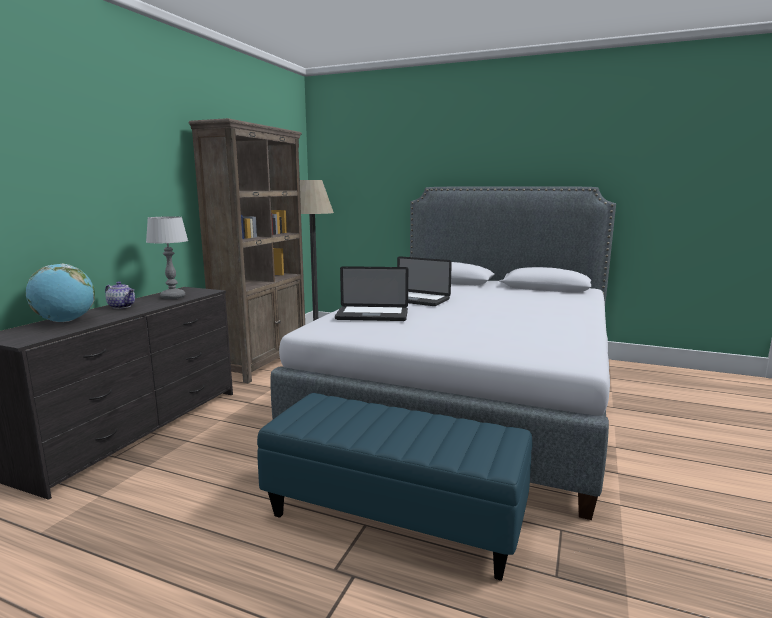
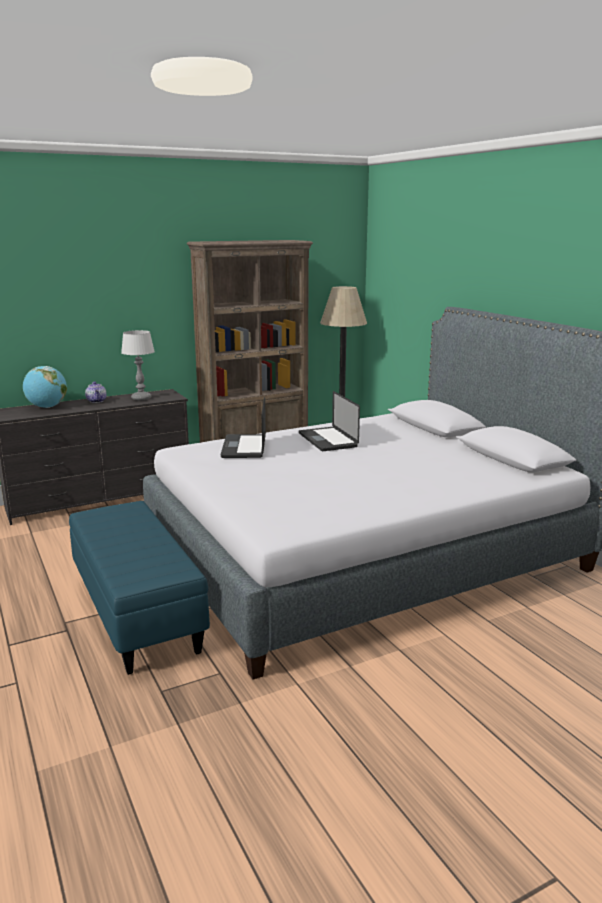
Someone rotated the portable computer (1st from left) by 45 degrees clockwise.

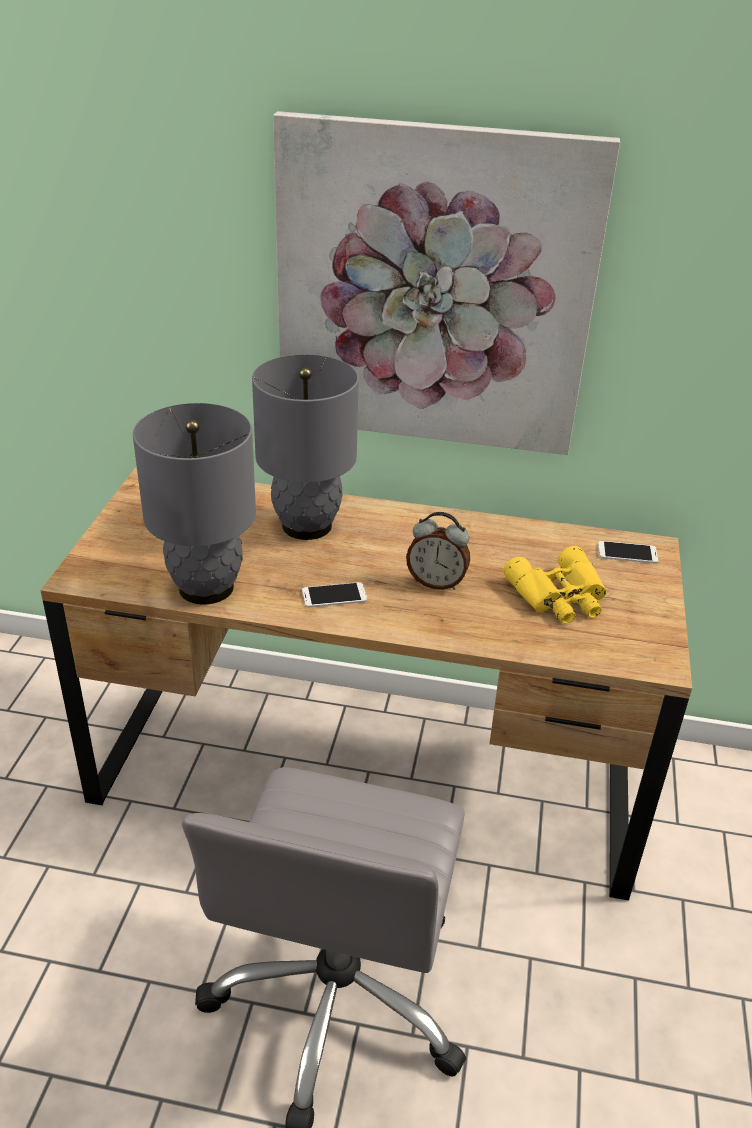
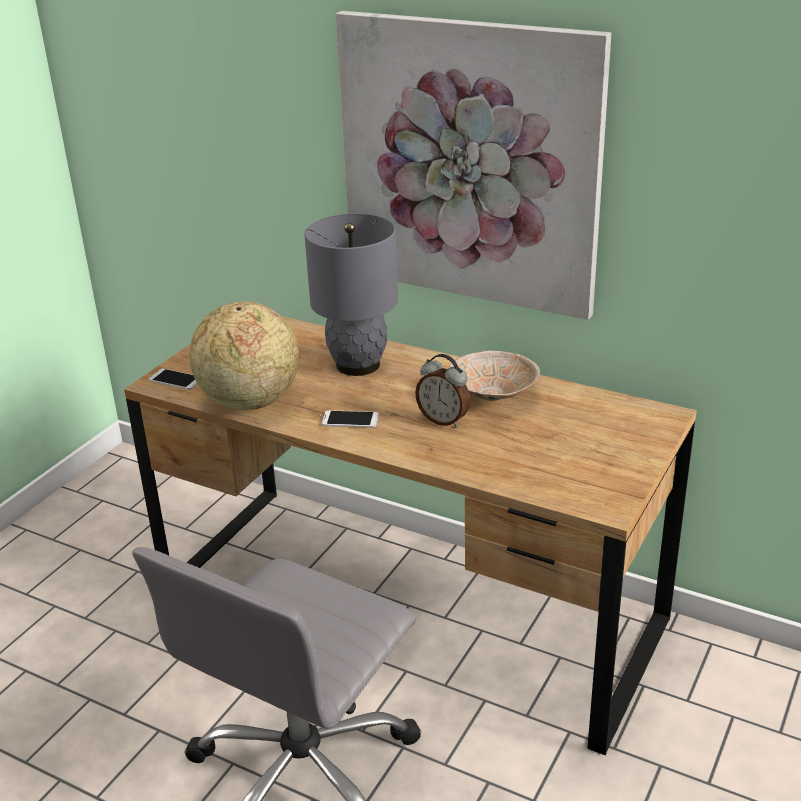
Someone carried the telephone (2nd from left in the first image).
Someone swapped the grey lamp for a table (1st from left) for the desk globe.
Someone put down the sand-coloured serving bowl.
Someone took away the yellow-coloured pair of binoculars.

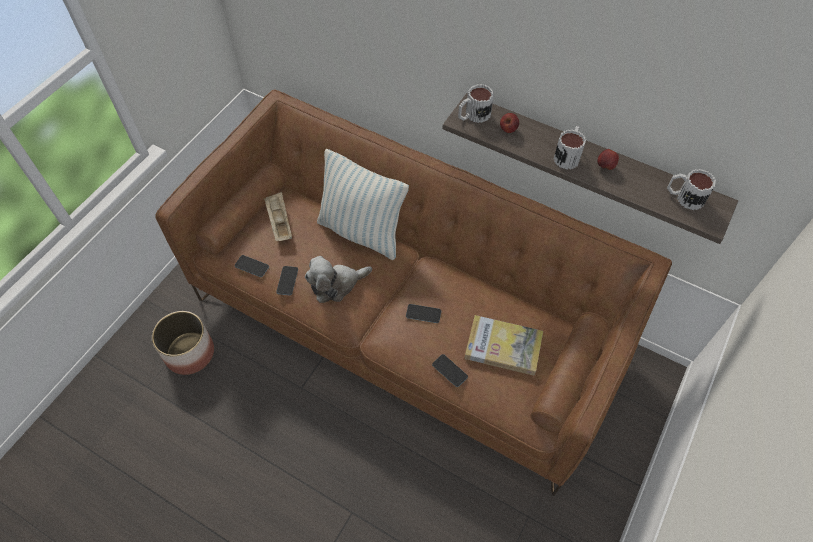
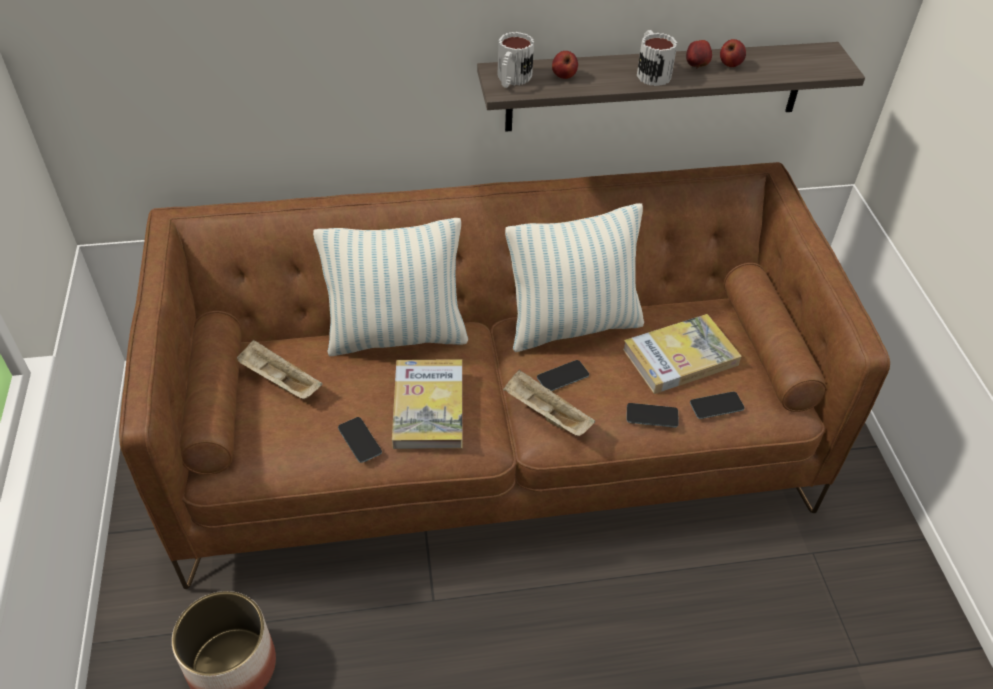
Someone swapped the cuddly toy for the volume (1st from left).
Someone put down the sand-coloured tray (2nd from left).
Someone put down the pillow (2nd from left).
Someone carried the telephone (1st from left in the first image).
Someone put down the whole apple (3rd from left).
Someone took away the tea mug (3rd from left).

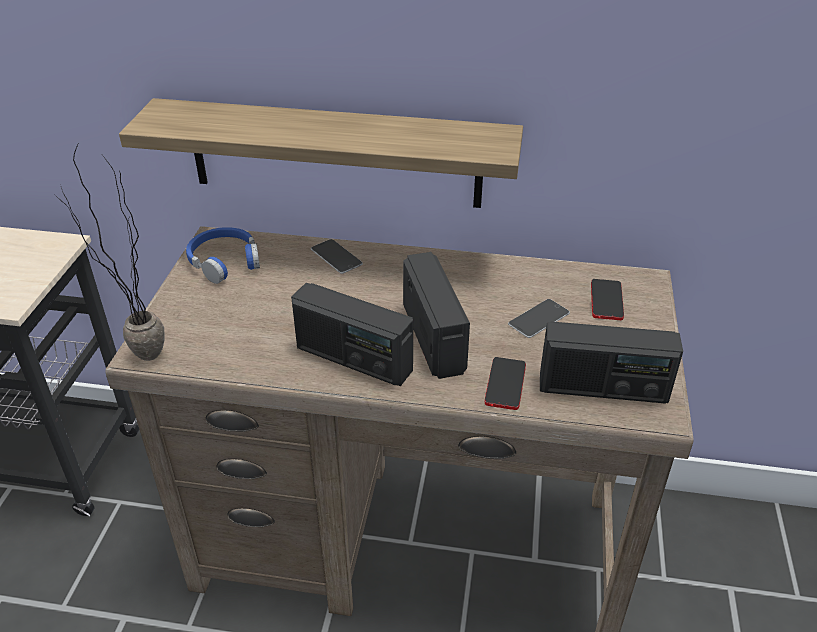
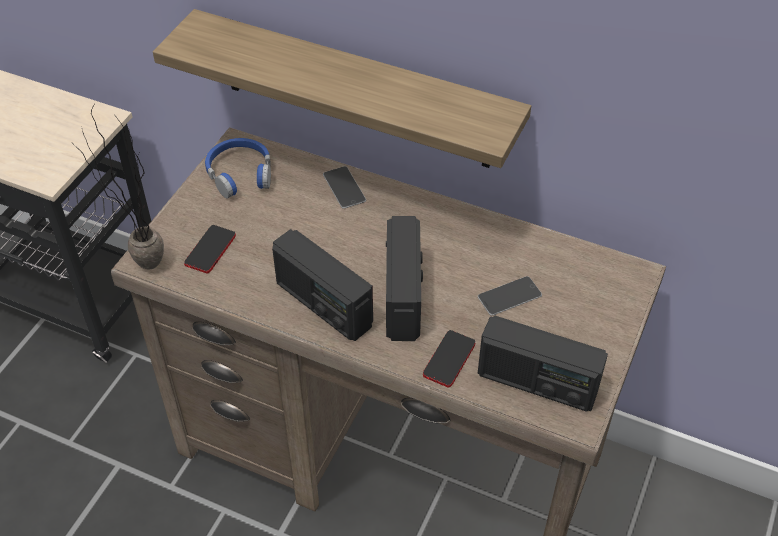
Someone carried the telephone (4th from left in the first image).

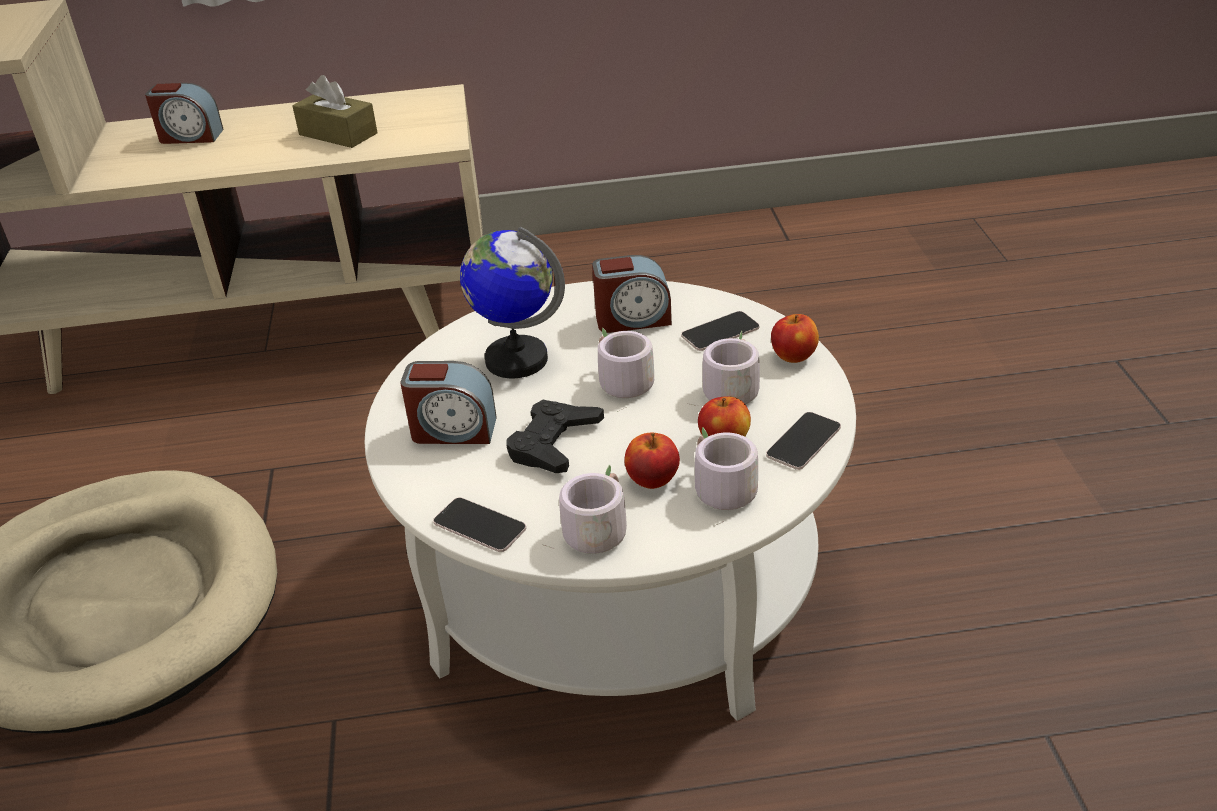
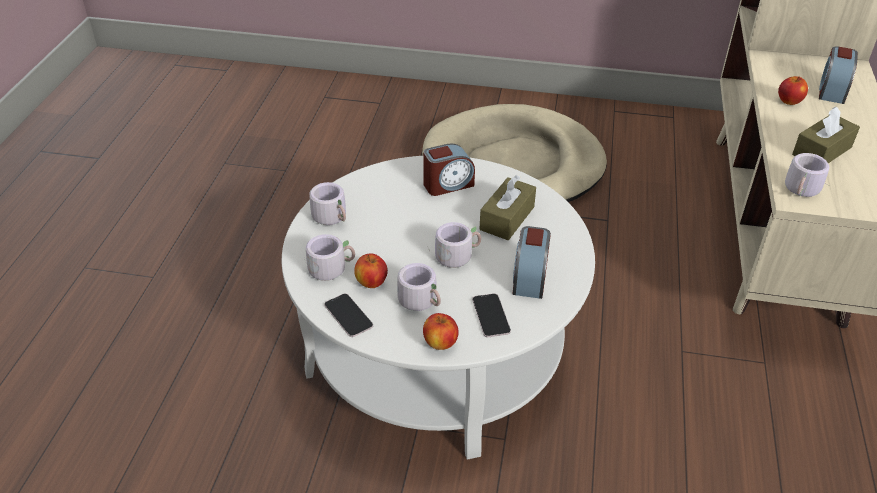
Someone rotated the table clock (2nd from left in the first image) by 135 degrees counterclockwise.
Someone swapped the desk globe for the brownish tissue box (1st from left).
Someone carried the whole apple (1st from left in the first image).
Someone put down the grey tea mug (5th from left).
Someone took away the telephone (1st from left).
Someone took away the blackish joypad.

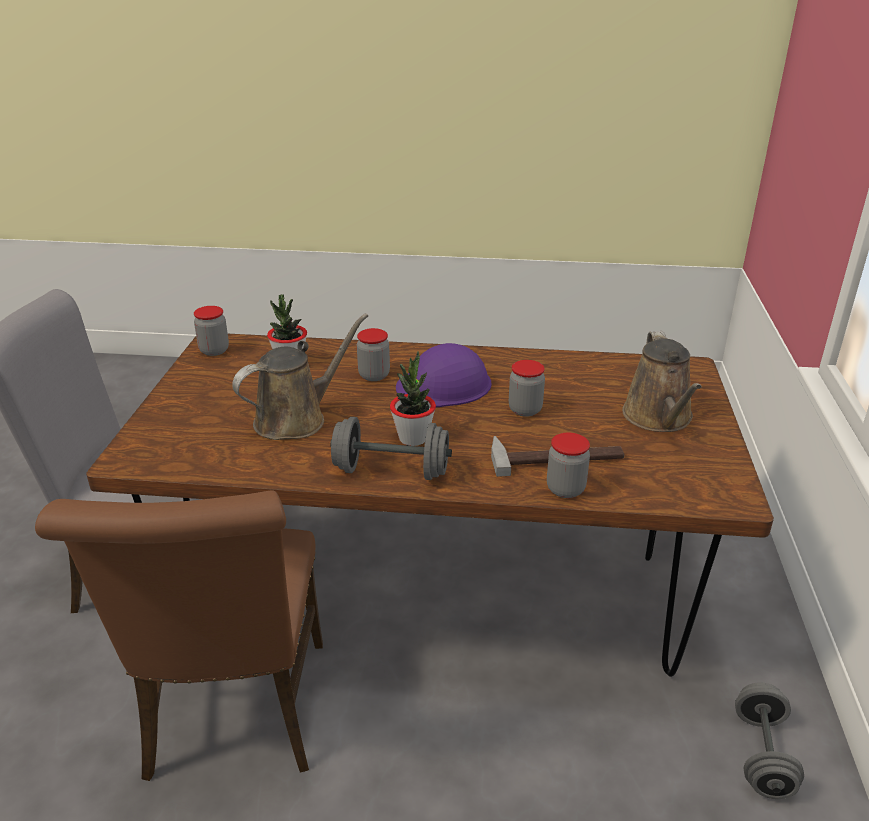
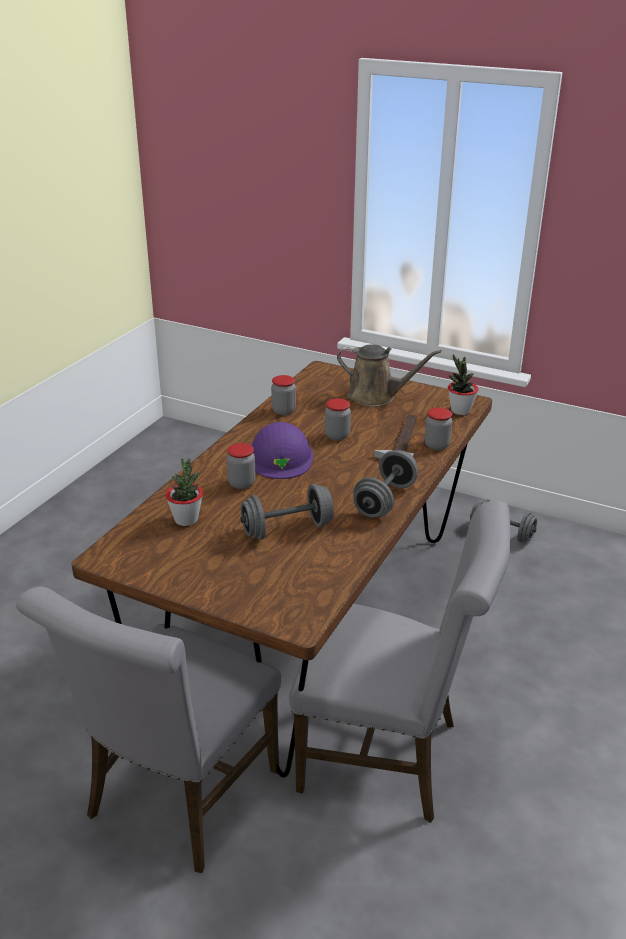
Someone swapped the brownish watering can (1st from left) for the grey hand weight (1st from left).
Someone carried the preserve jar (1st from left in the first image).
Someone repainted the brownish chair, which became the grey chair (2nd from left).
Someone carried the plant in a pot (2nd from left).

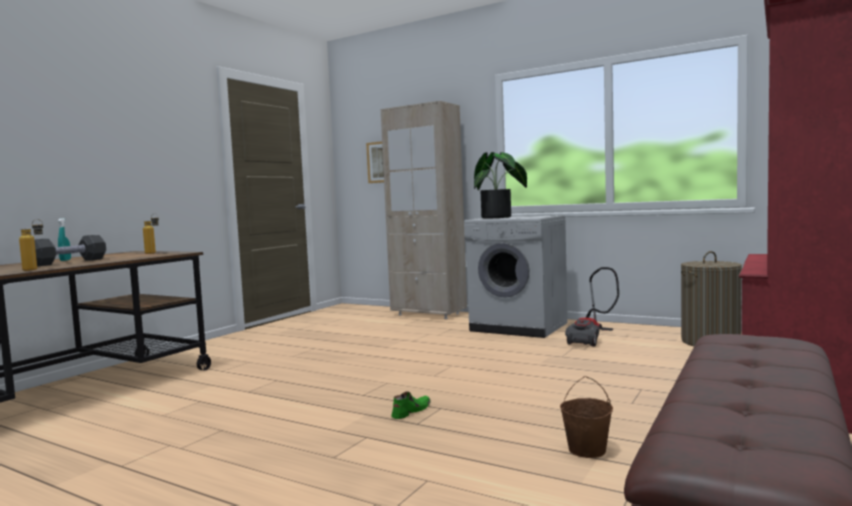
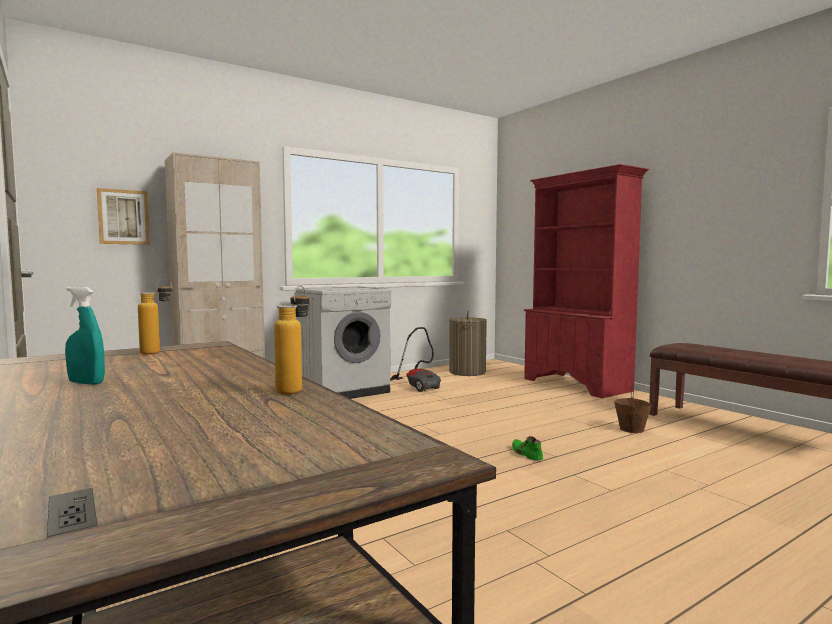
Someone took away the blackish hand weight.
Someone took away the plant in a pot.

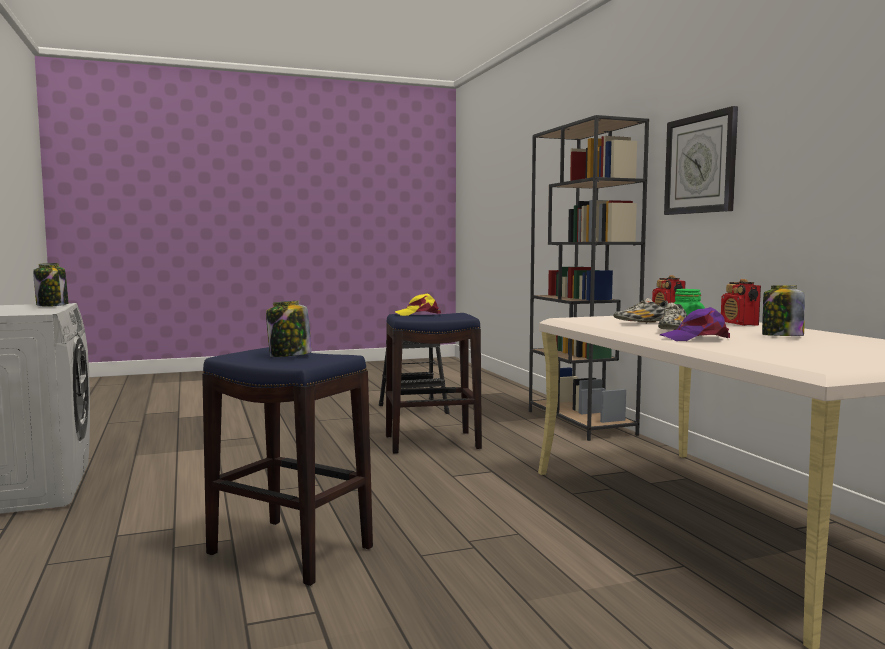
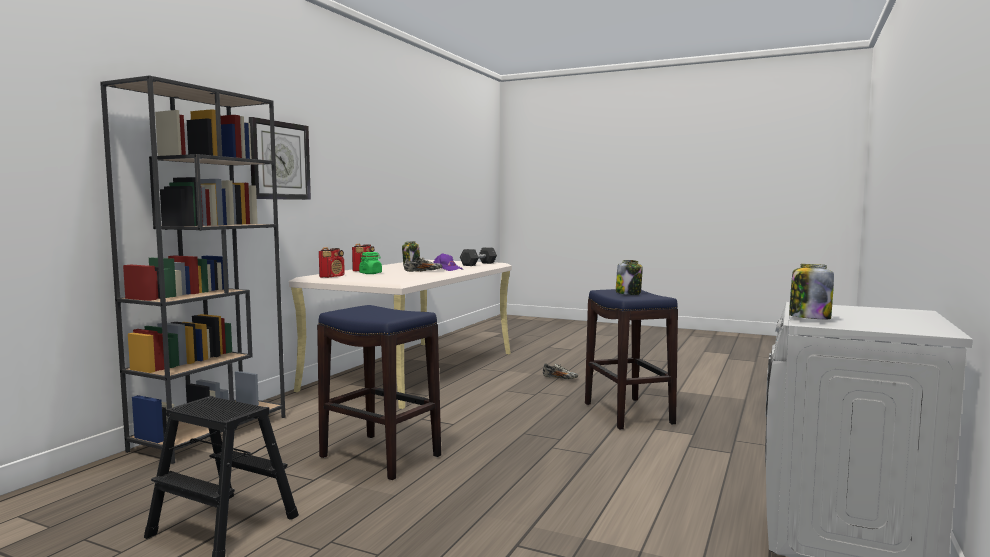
Someone put down the grey hand weight.
Someone carried the item of footwear (1st from left in the first image).
Someone took away the yellow-coloured baseball cap.

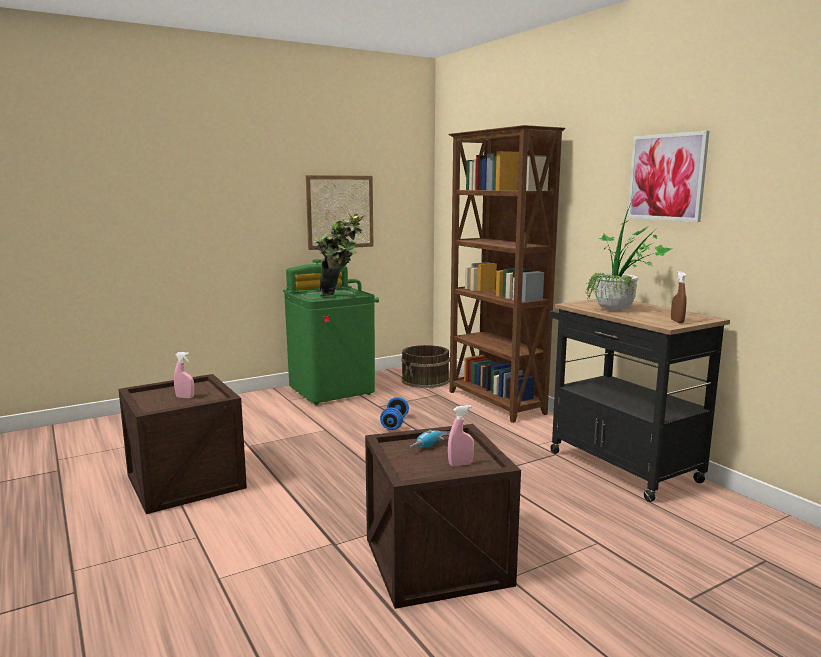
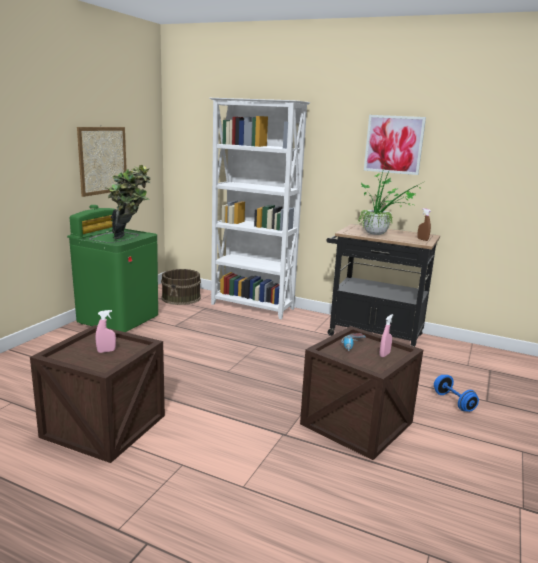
Someone repainted the brownish shelving unit, which became the white shelving unit.
Someone carried the blue hand weight.

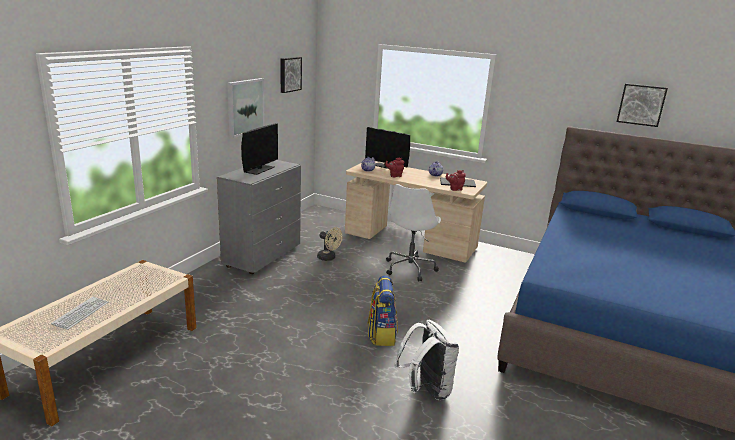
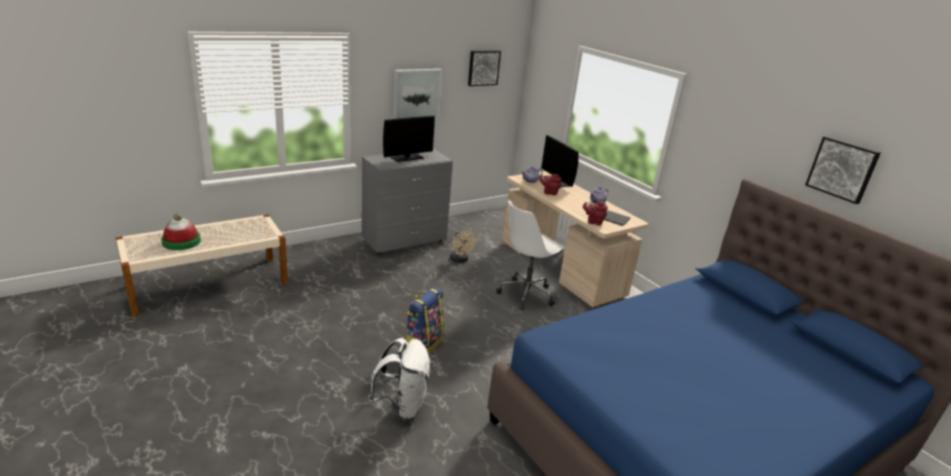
Someone swapped the computer keyboard (1st from left) for the clothing hat.

